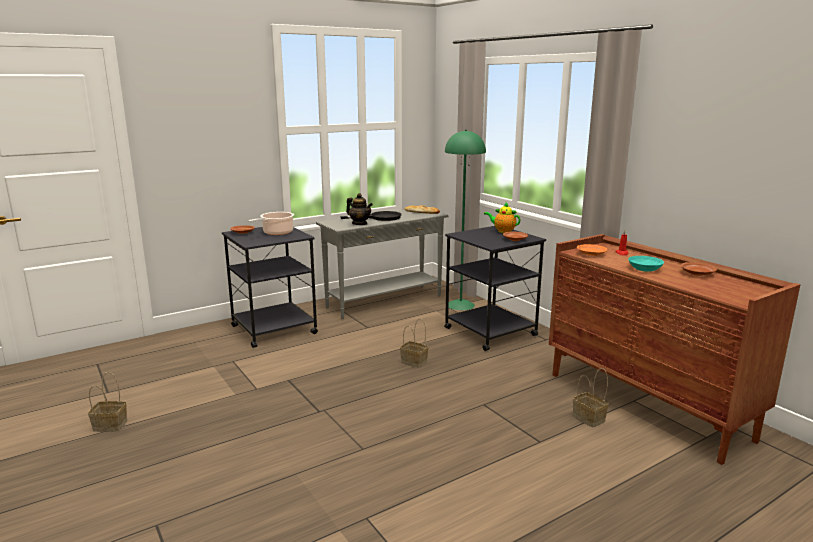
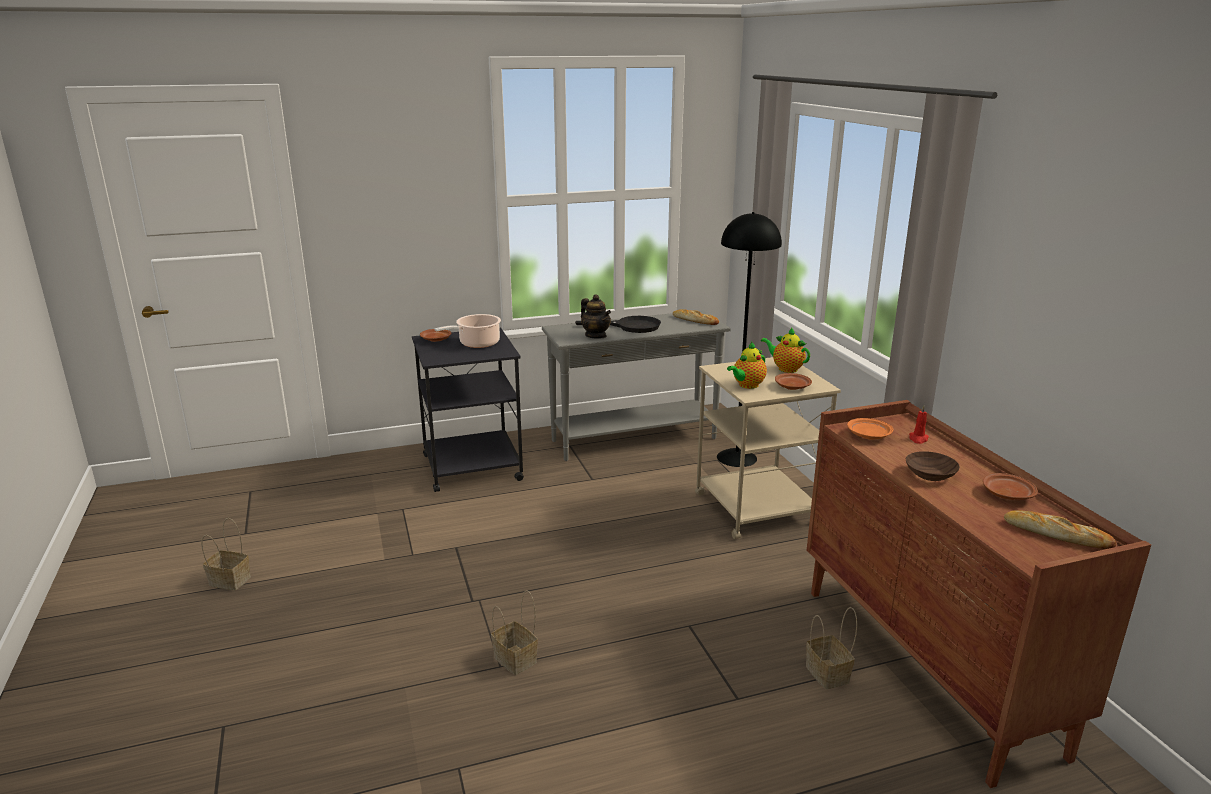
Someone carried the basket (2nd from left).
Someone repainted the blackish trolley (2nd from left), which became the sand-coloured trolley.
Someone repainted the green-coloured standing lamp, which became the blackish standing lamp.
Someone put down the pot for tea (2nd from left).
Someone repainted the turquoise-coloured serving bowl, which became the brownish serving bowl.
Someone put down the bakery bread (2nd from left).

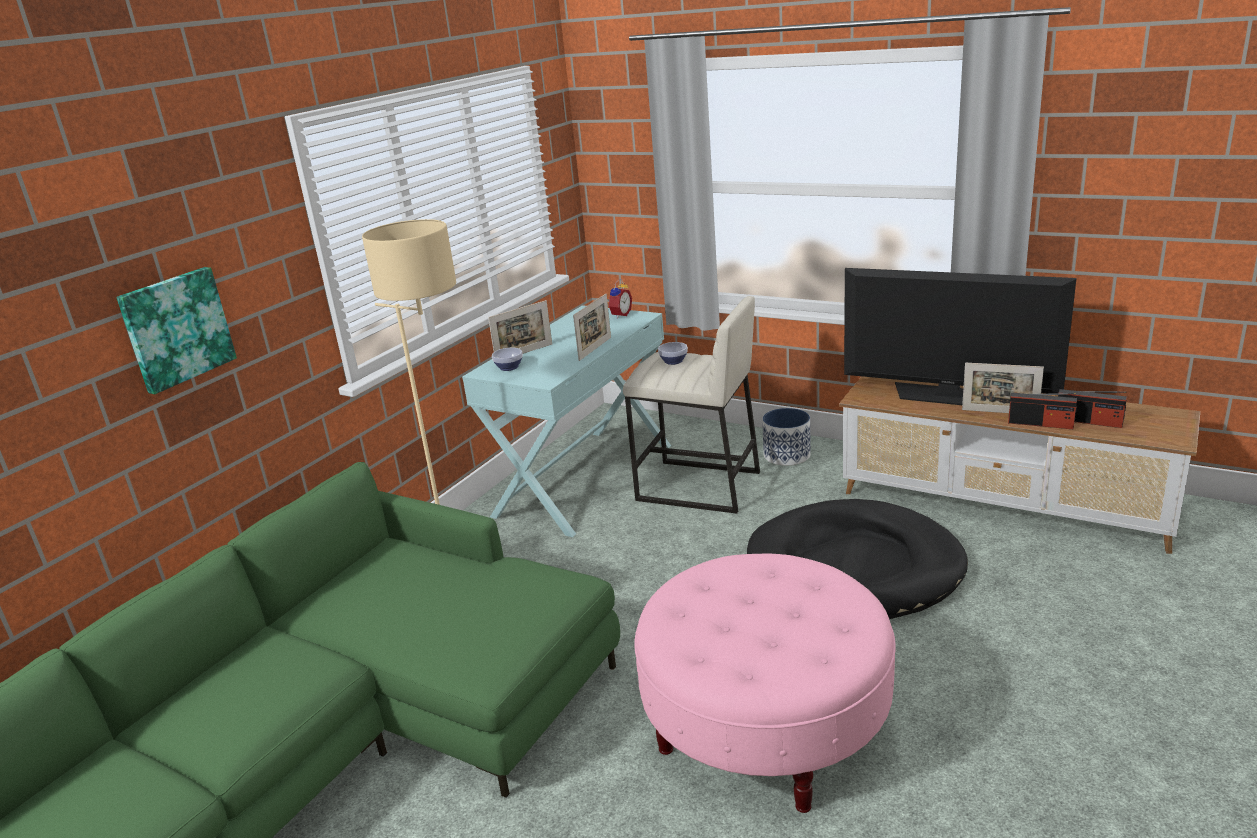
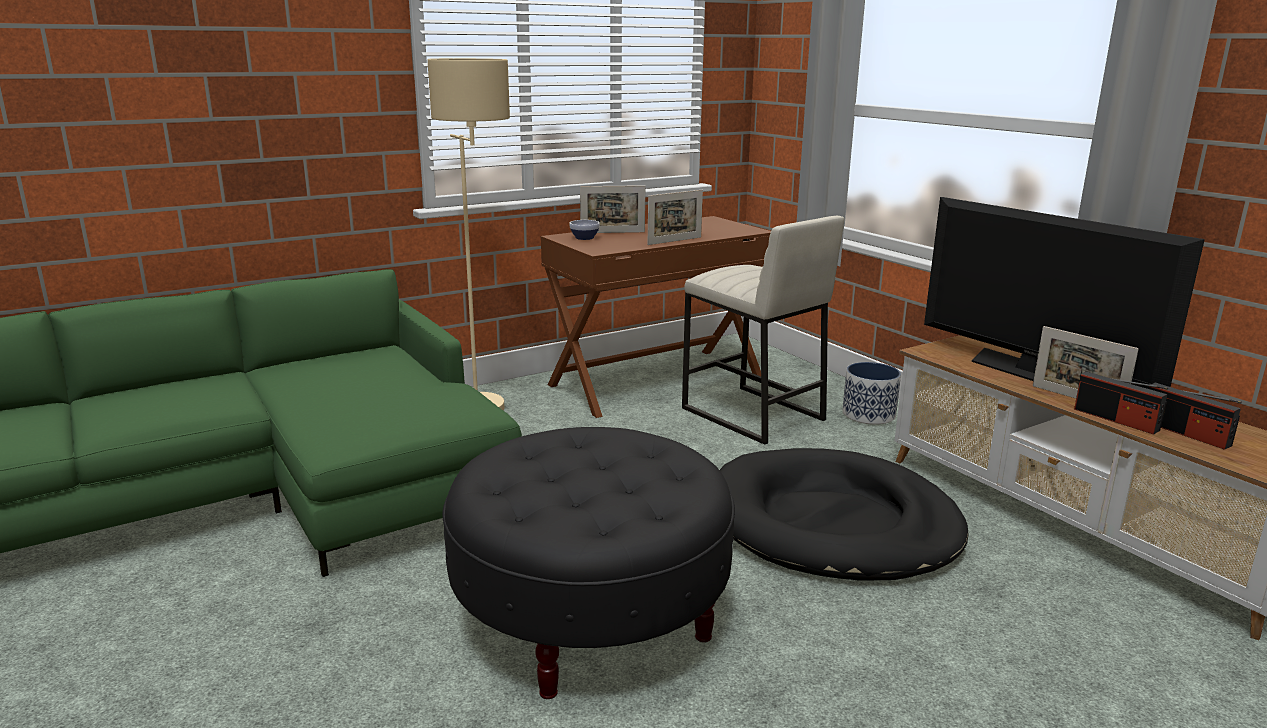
Someone repainted the pink-coloured footrest, which became the blackish footrest.
Someone repainted the turquoise-coloured desk unit, which became the brownish desk unit.
Someone took away the wall picture.
Someone took away the table clock.
Someone took away the serving bowl (2nd from left).

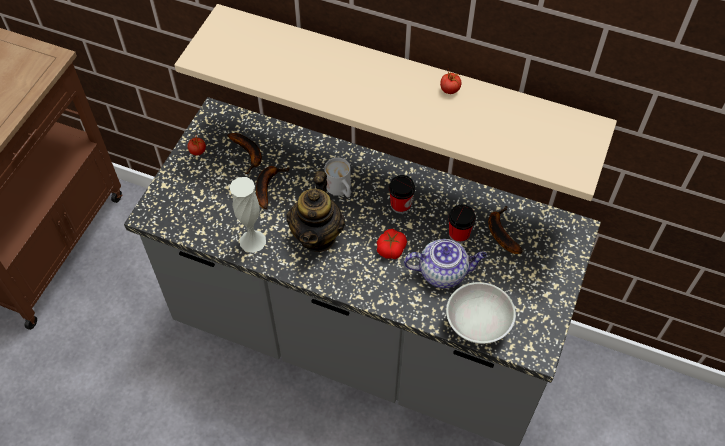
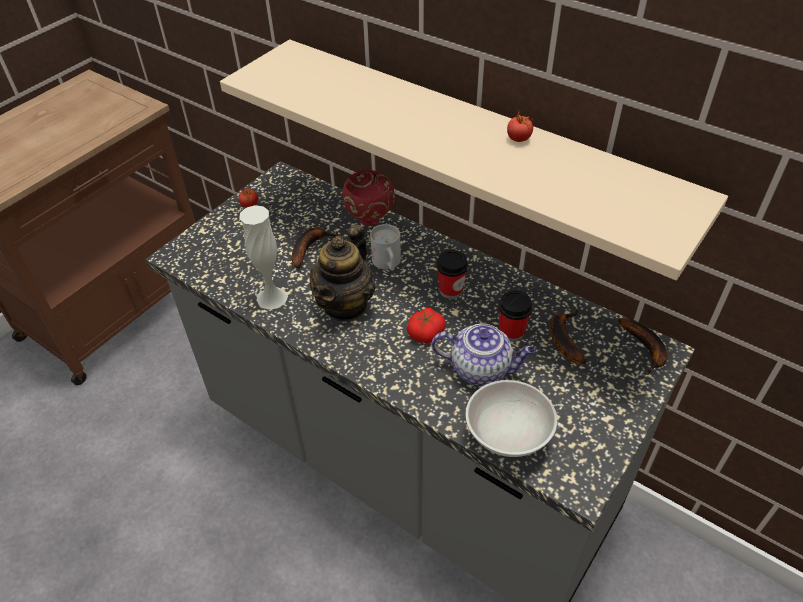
Someone put down the reddish serving bowl.
Someone carried the whole banana (1st from left in the first image).

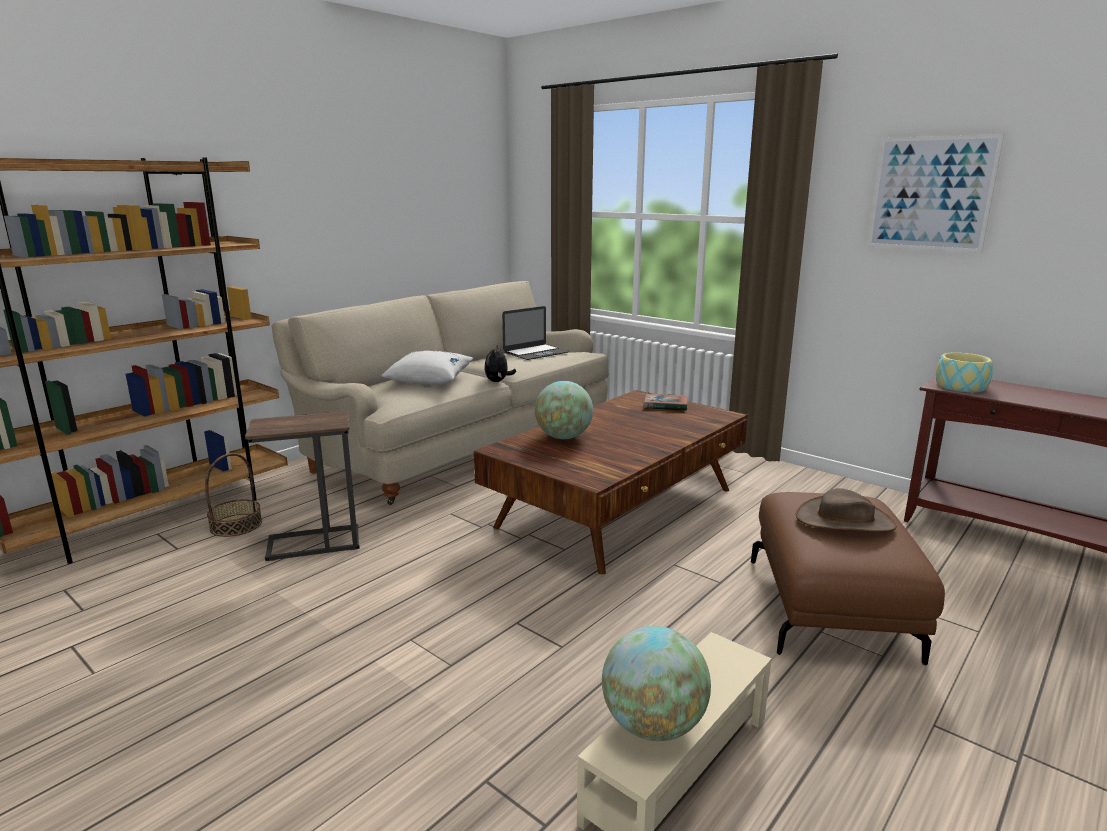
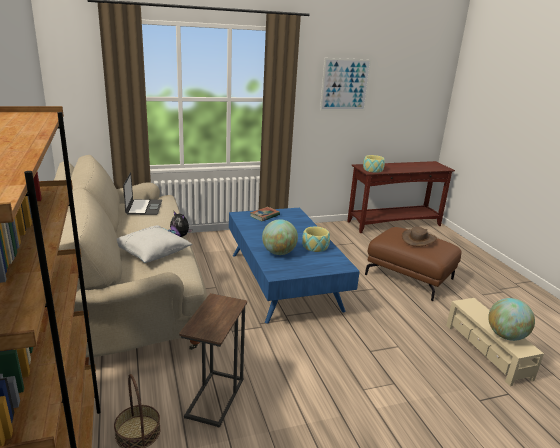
Someone repainted the brownish lounge table, which became the blue lounge table.
Someone put down the serving bowl (1st from left).

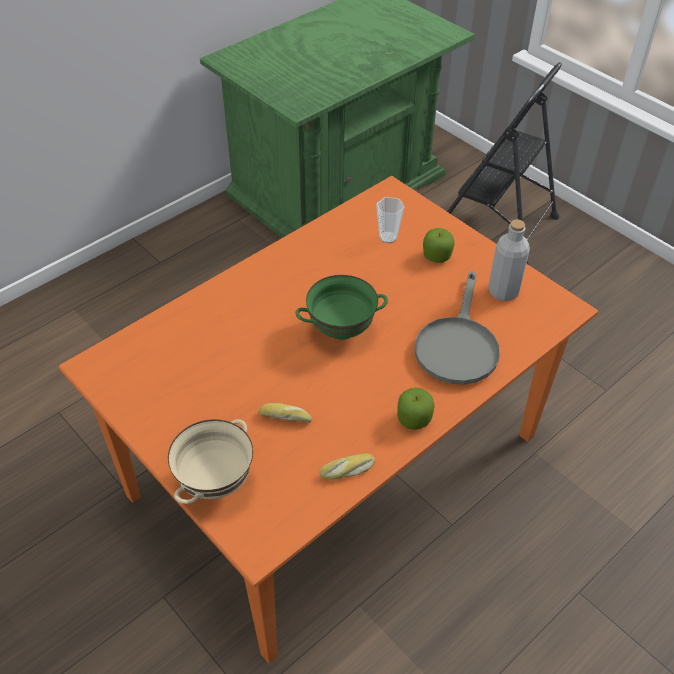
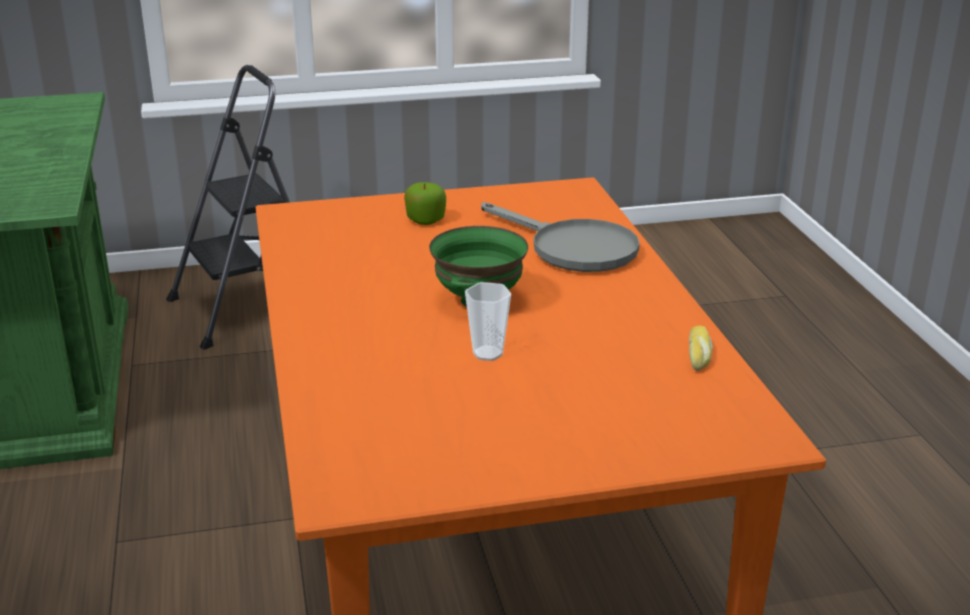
Someone carried the small cup.
Someone took away the sand-coloured serving bowl.
Someone took away the bakery bread (1st from left).
Someone took away the whole apple (1st from left).
Someone took away the grey bottle.

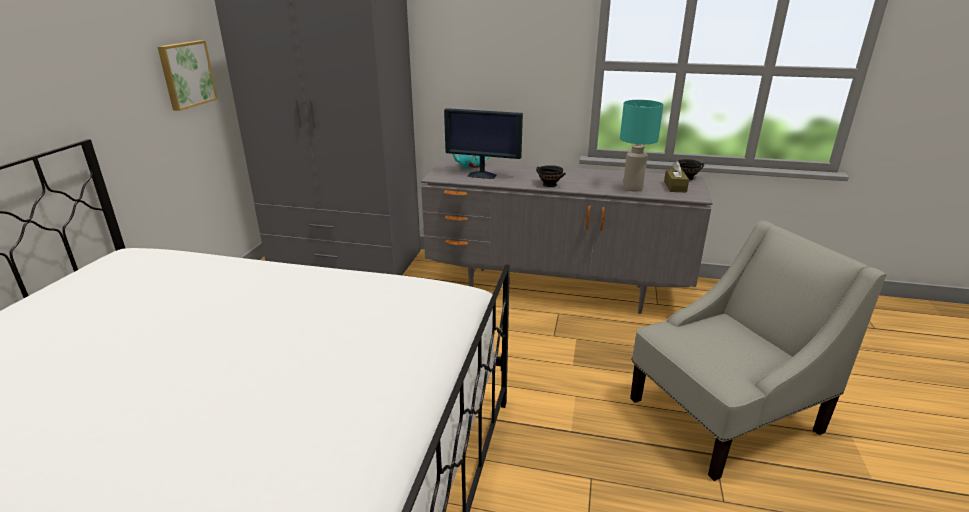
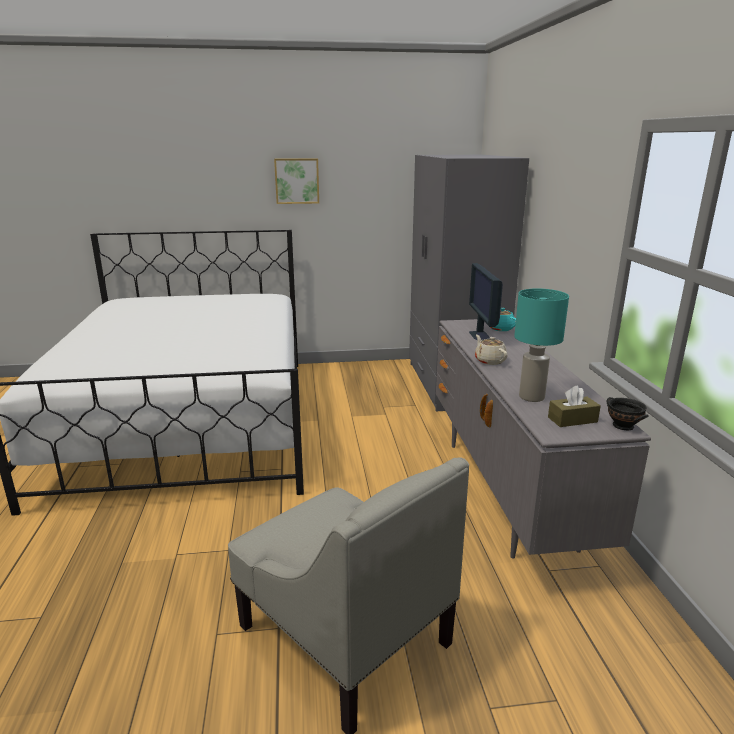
Someone carried the wall picture.
Someone swapped the blackish serving bowl (1st from left) for the sand-coloured pot for tea.

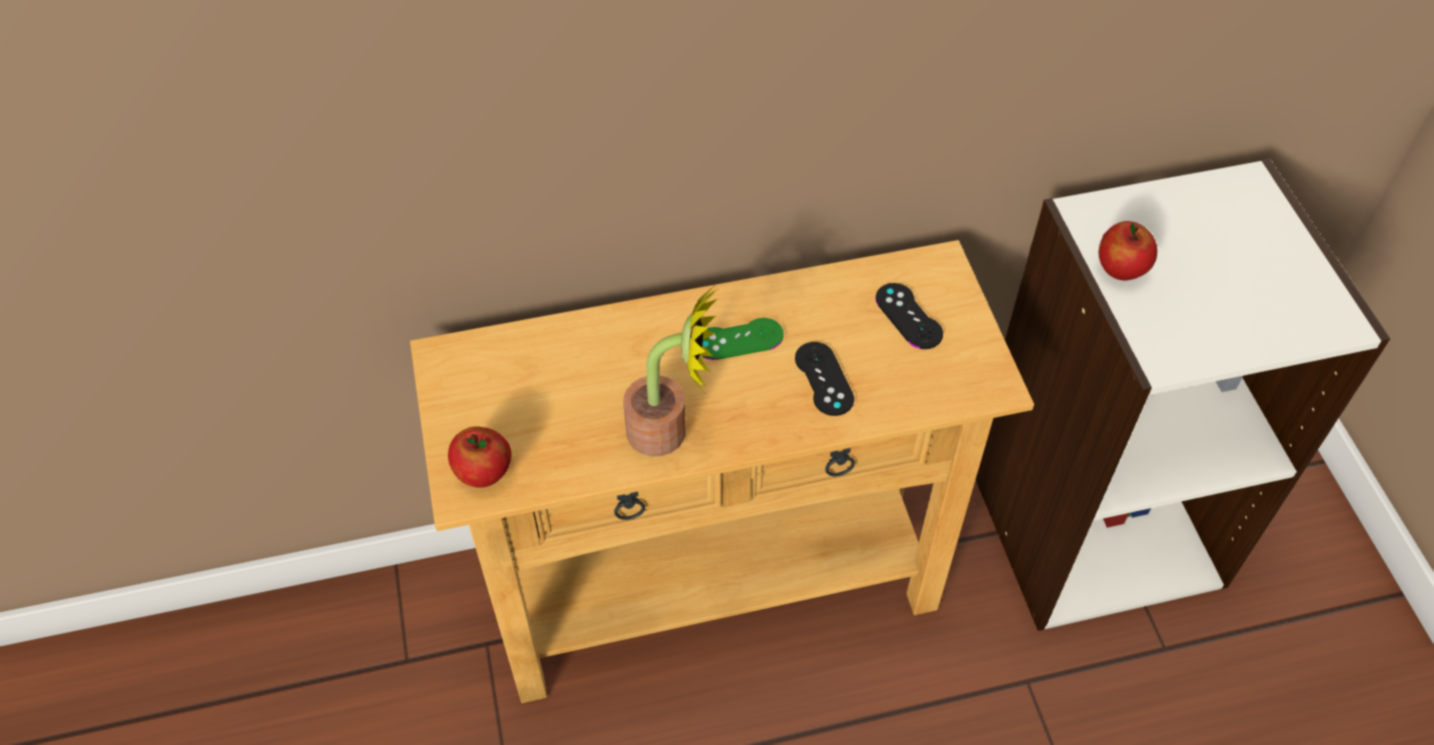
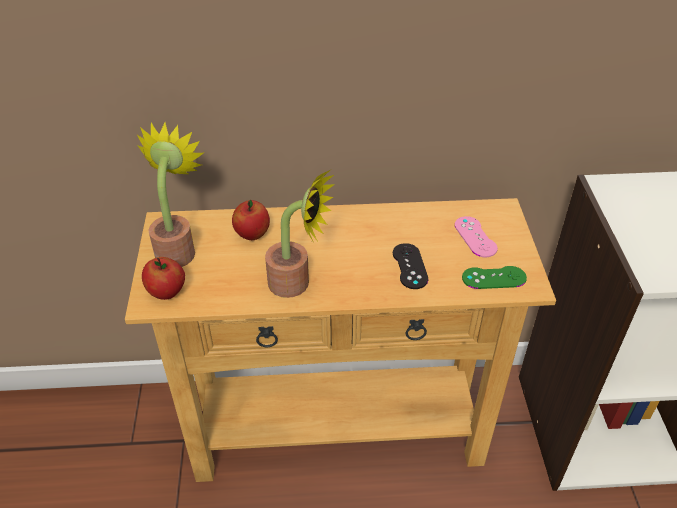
Someone put down the plant in a pot (1st from left).
Someone carried the whole apple (2nd from left).
Someone repainted the blackish joypad (2nd from left), which became the pink-coloured joypad.
Someone carried the green-coloured joypad.

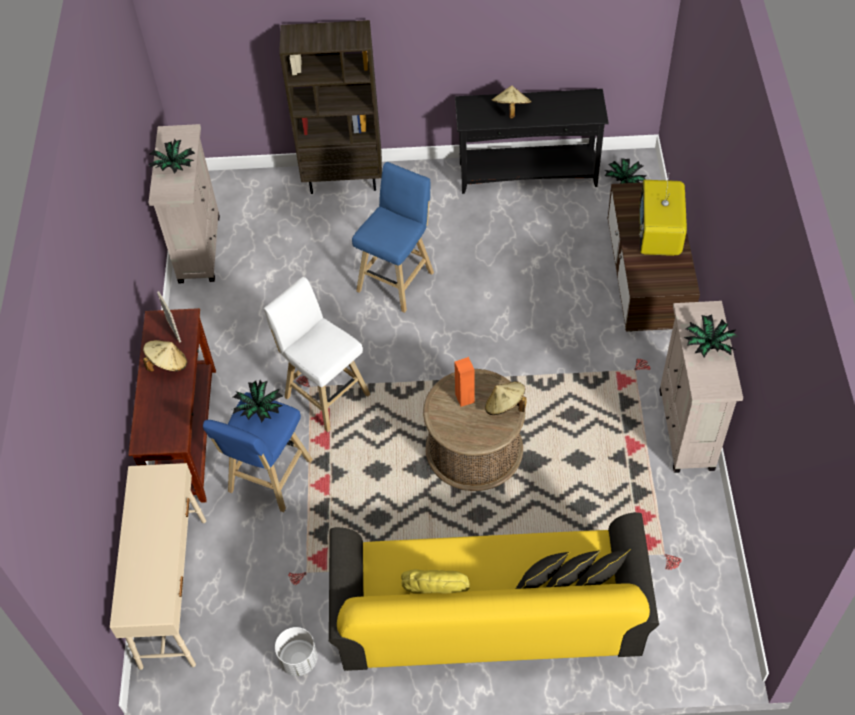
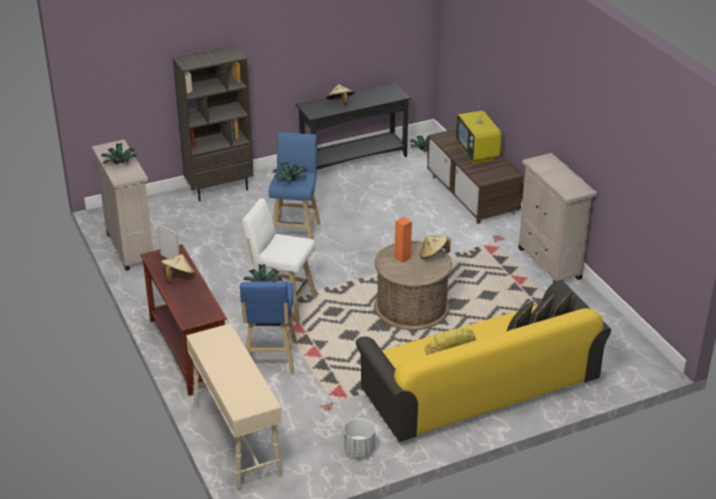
Someone carried the plant in a pot (4th from left in the first image).

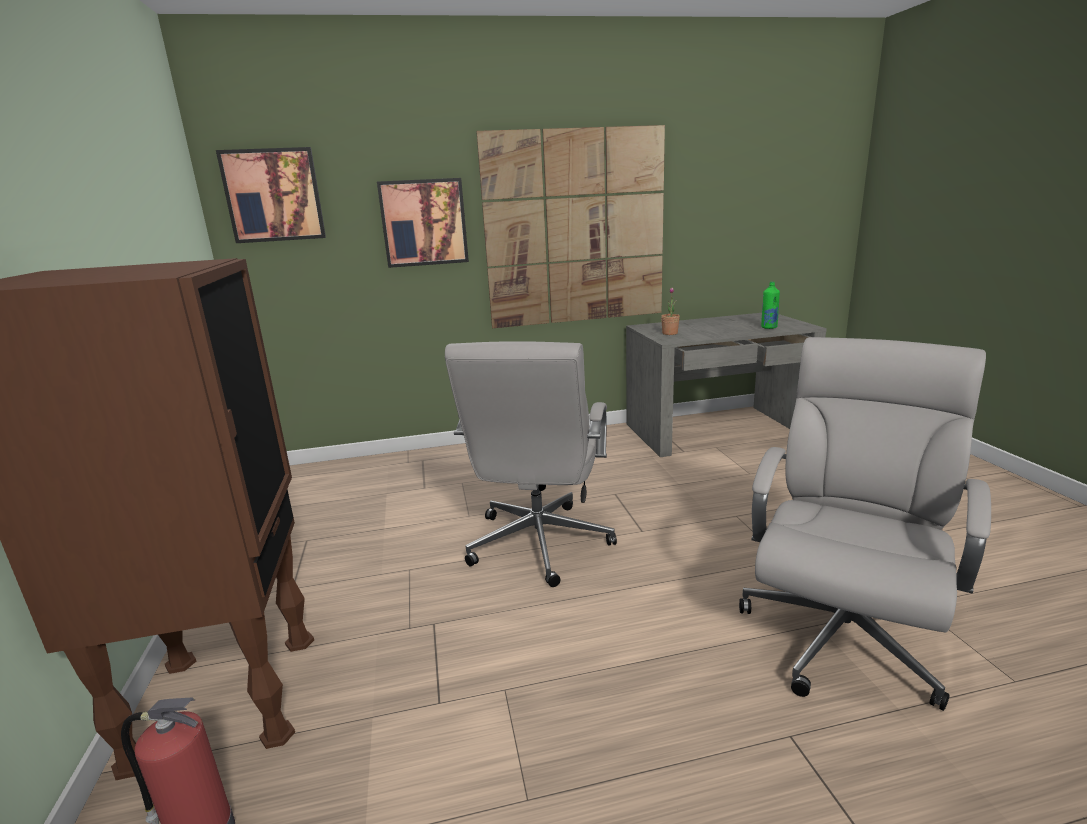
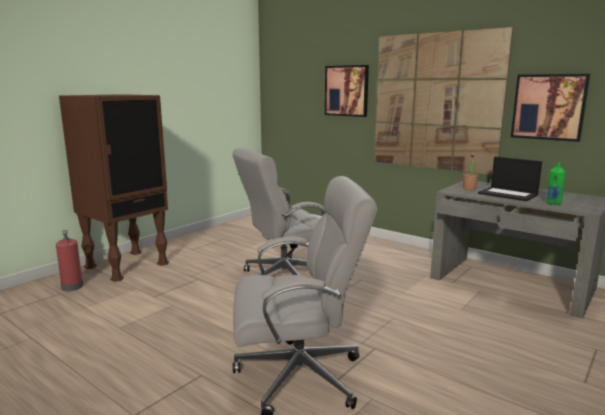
Someone put down the portable computer.
Someone carried the wall picture (1st from left in the first image).

